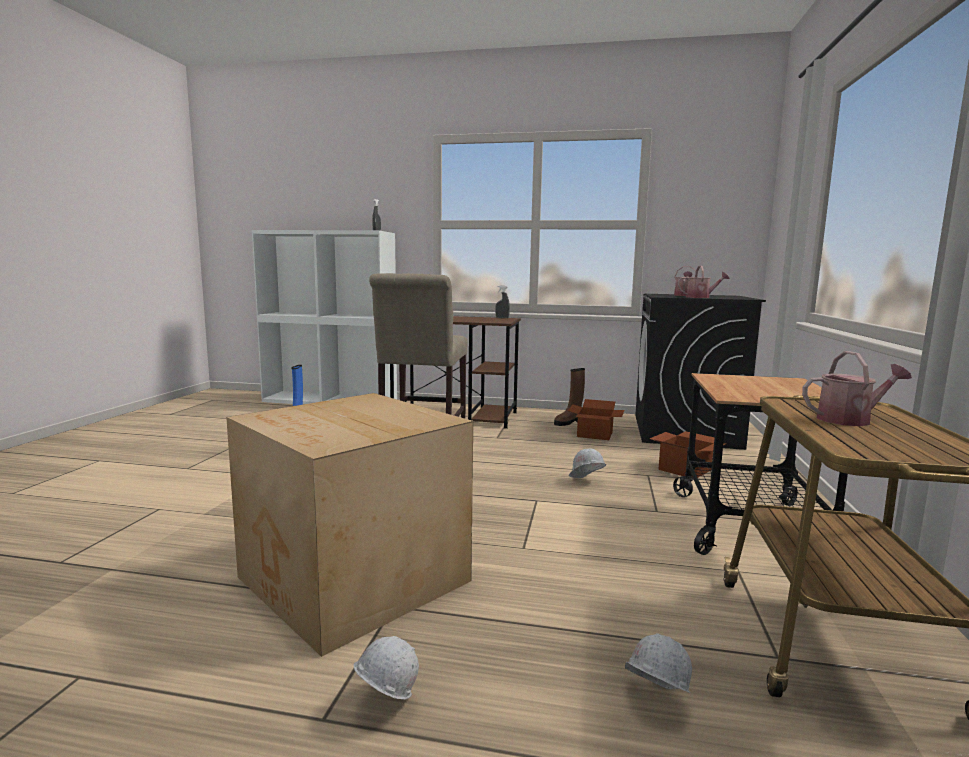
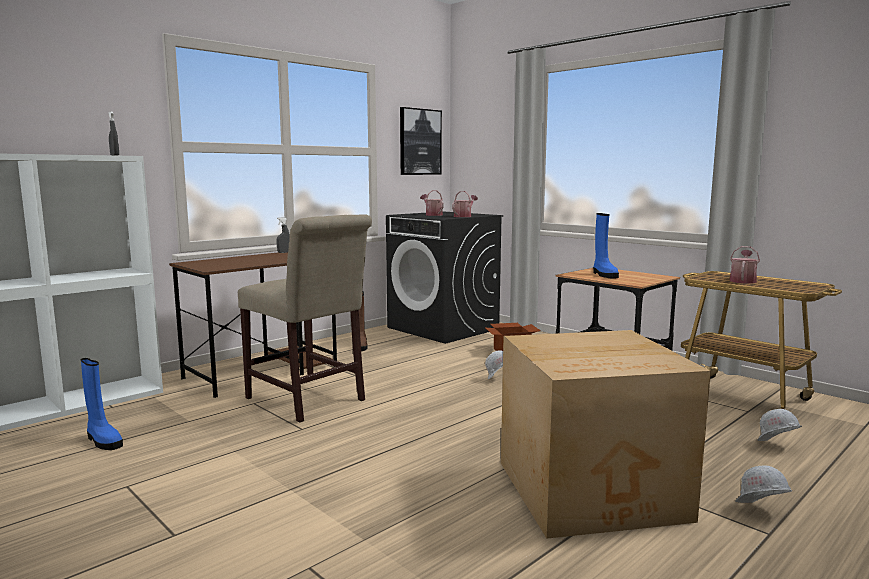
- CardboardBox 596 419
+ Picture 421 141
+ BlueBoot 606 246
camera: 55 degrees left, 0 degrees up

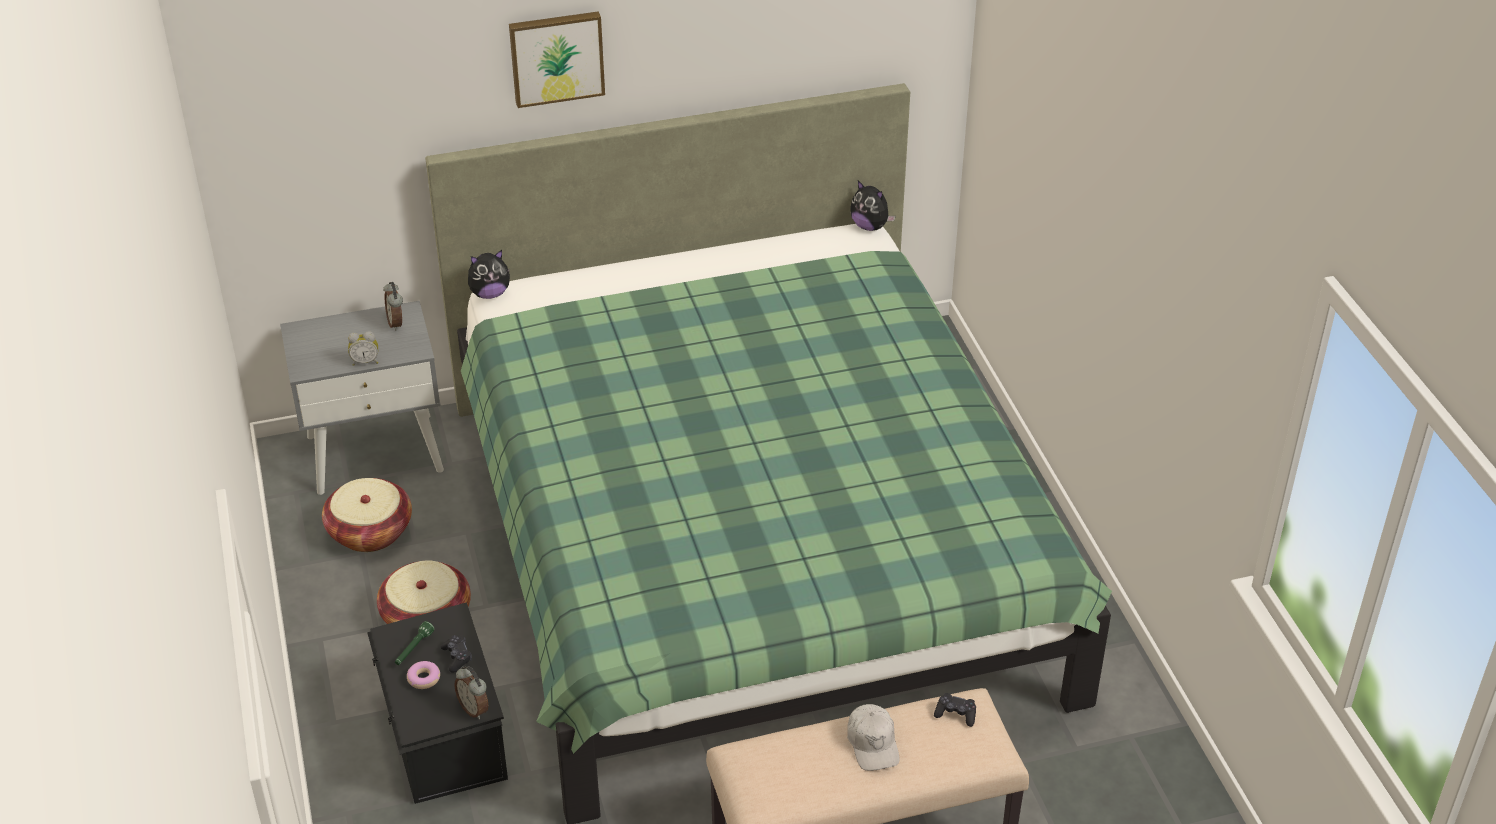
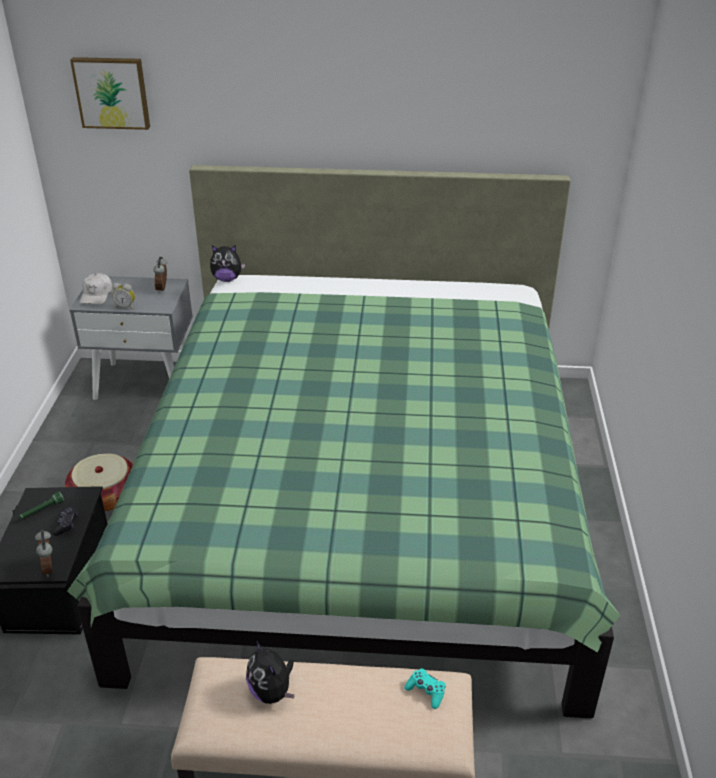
- Basket 367 515
- Donut 423 675
~ Picture 557 59 to 110 93
~ WhiteCap 873 737 to 96 289
~ PlushToy 873 206 to 270 672
~ BlackGameController 955 710 to TurquoiseGameController 425 688
camera: 20 degrees right, 5 degrees down

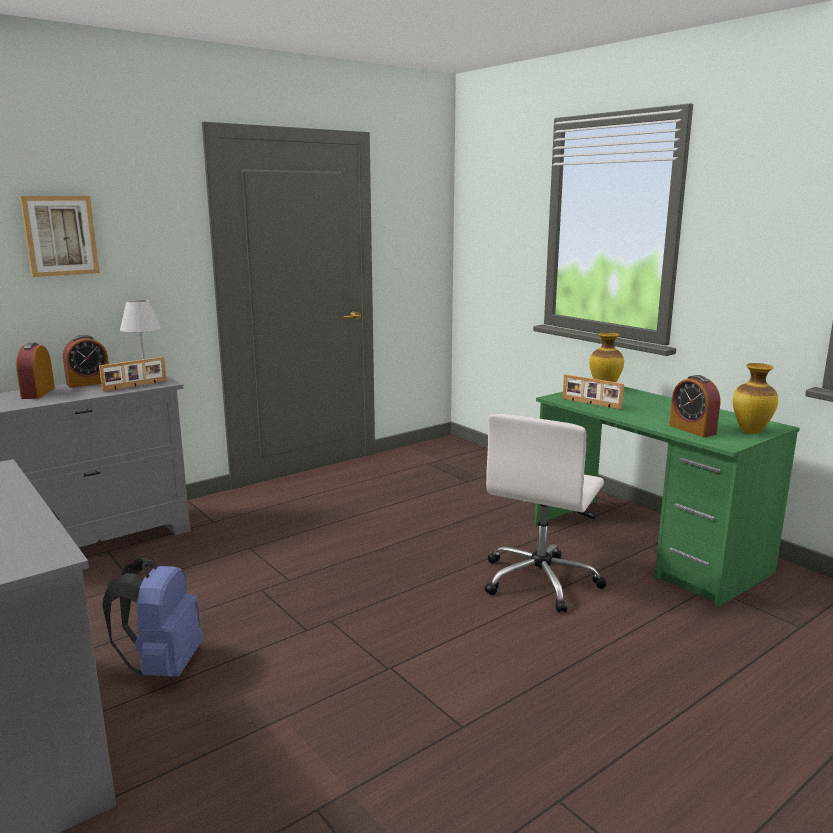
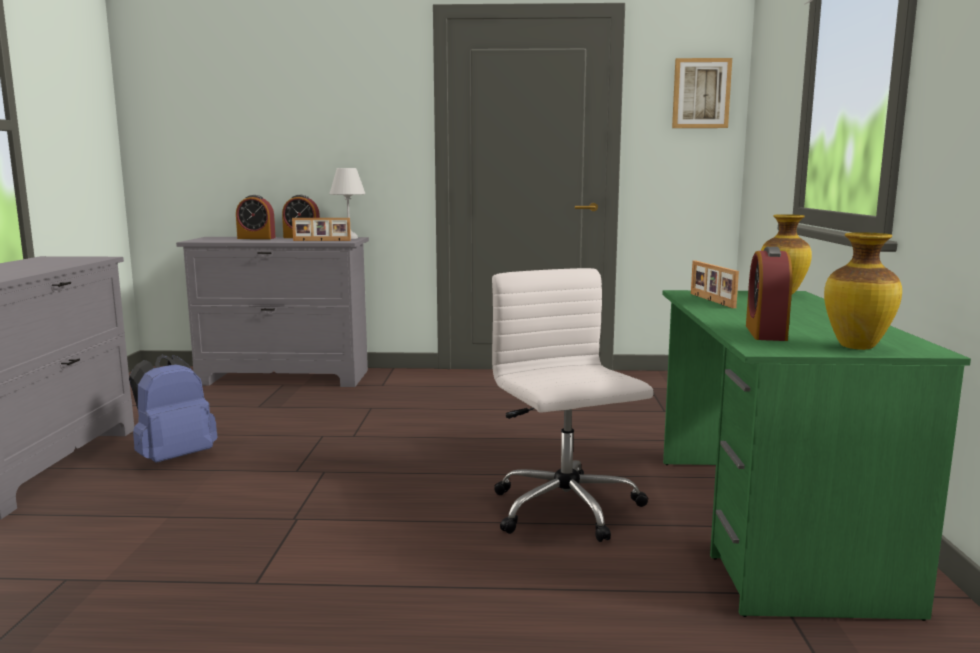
~ AlarmClock 35 371 = 256 217 120 degrees counterclockwise
~ Picture 59 236 to 702 93
~ WhiteOfficeChair 546 513 = 573 405 90 degrees clockwise
camera: 40 degrees right, 5 degrees down

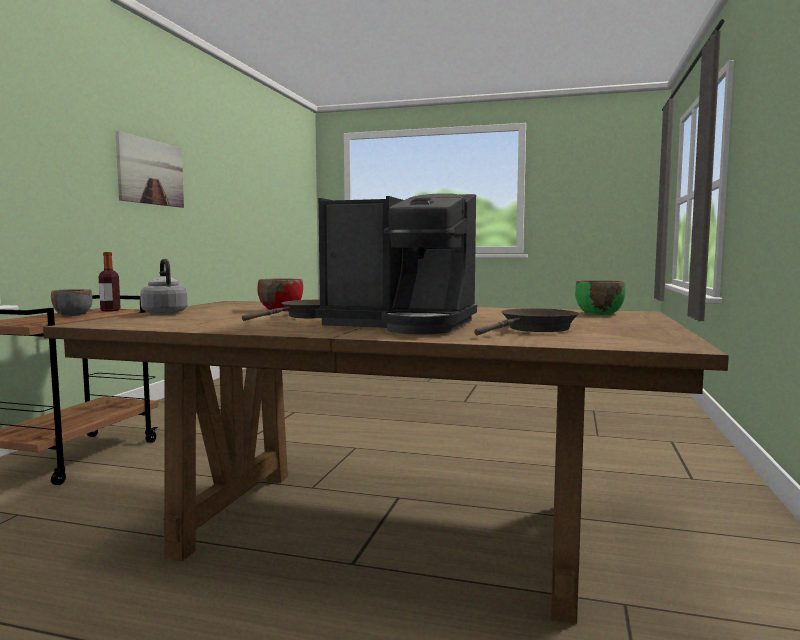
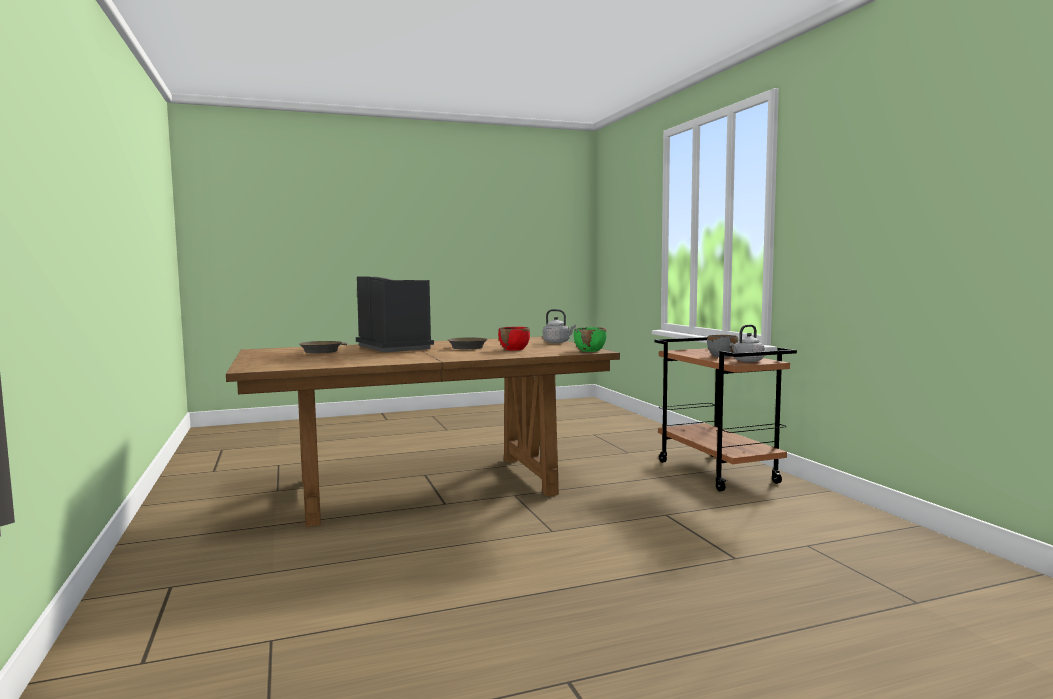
~ Bottle 110 281 to GreyKettle 747 343
- Picture 150 169
~ CoffeeMachine 396 264 = 395 314 75 degrees clockwise
~ GreenBowl 600 297 to 590 339
camera: 145 degrees right, 0 degrees up

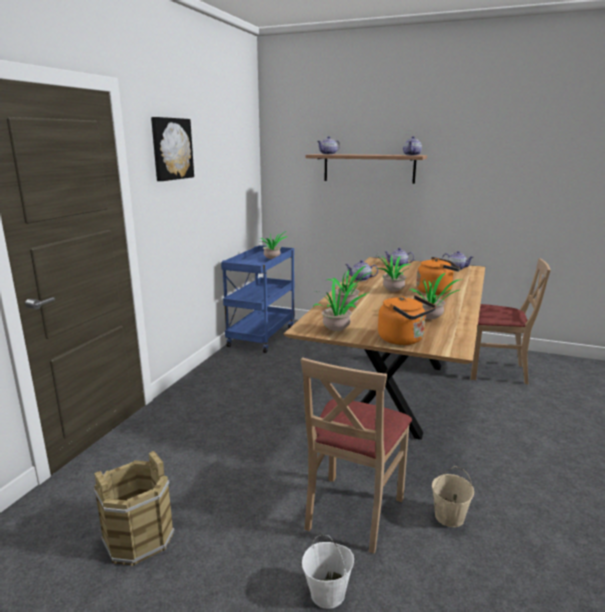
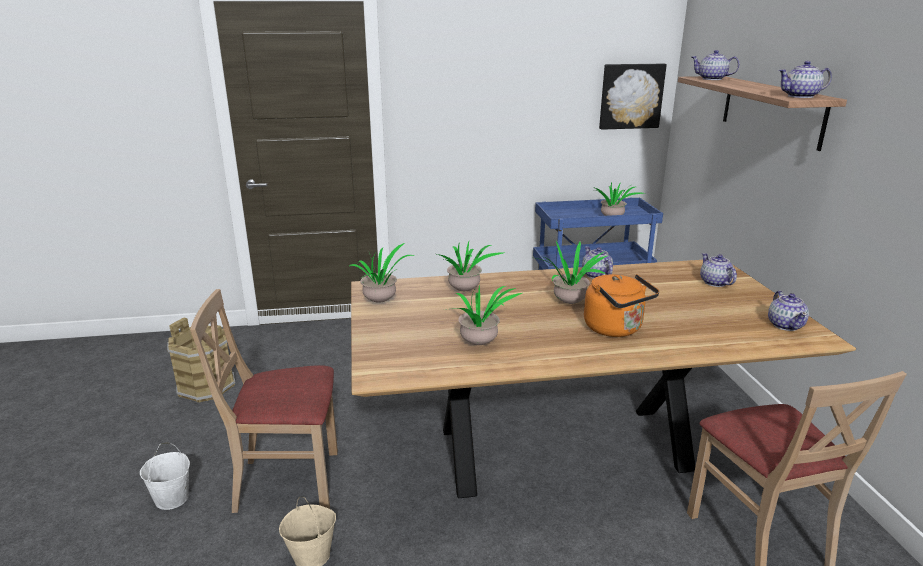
~ Picture 172 149 to 633 97
- OrangeKettle 407 320
camera: 60 degrees right, 5 degrees up

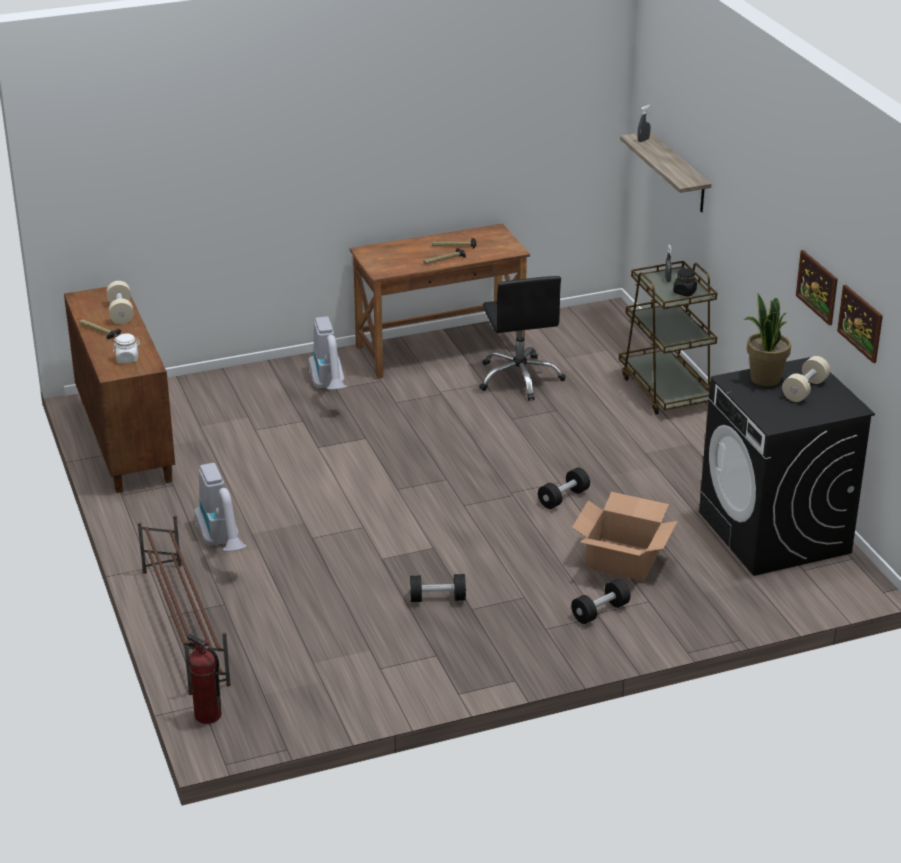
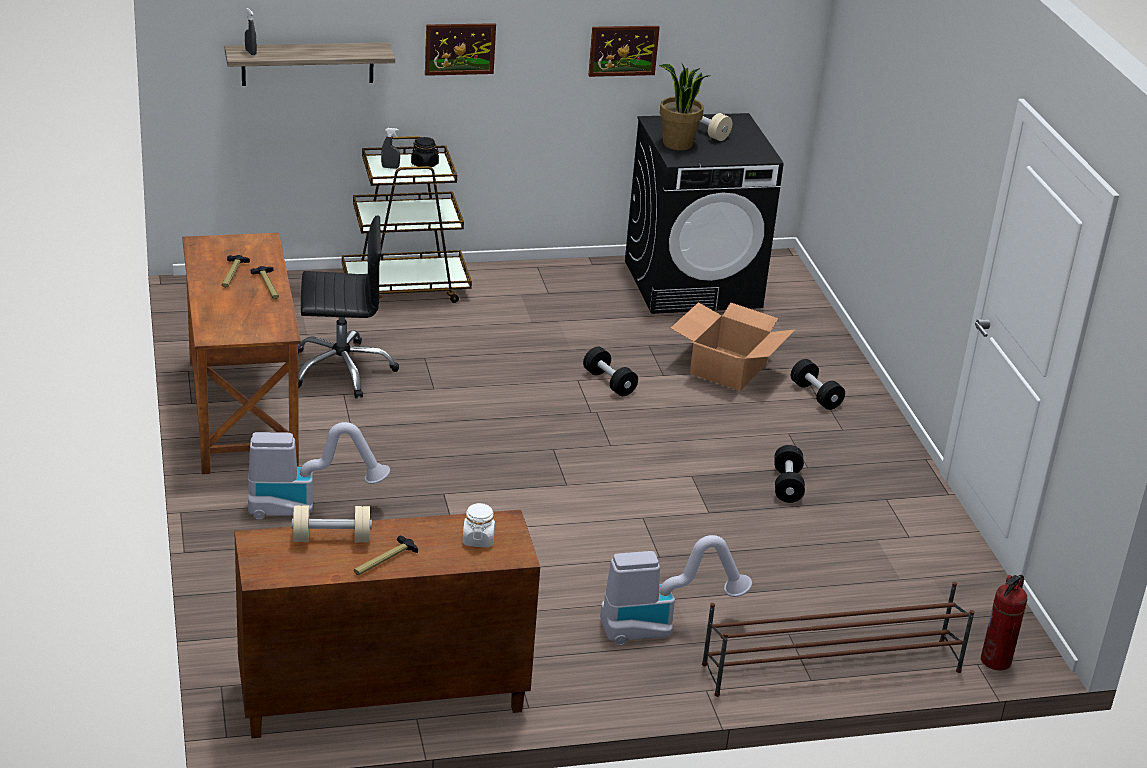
~ Picture 860 323 to 460 49
camera: 85 degrees left, 0 degrees up

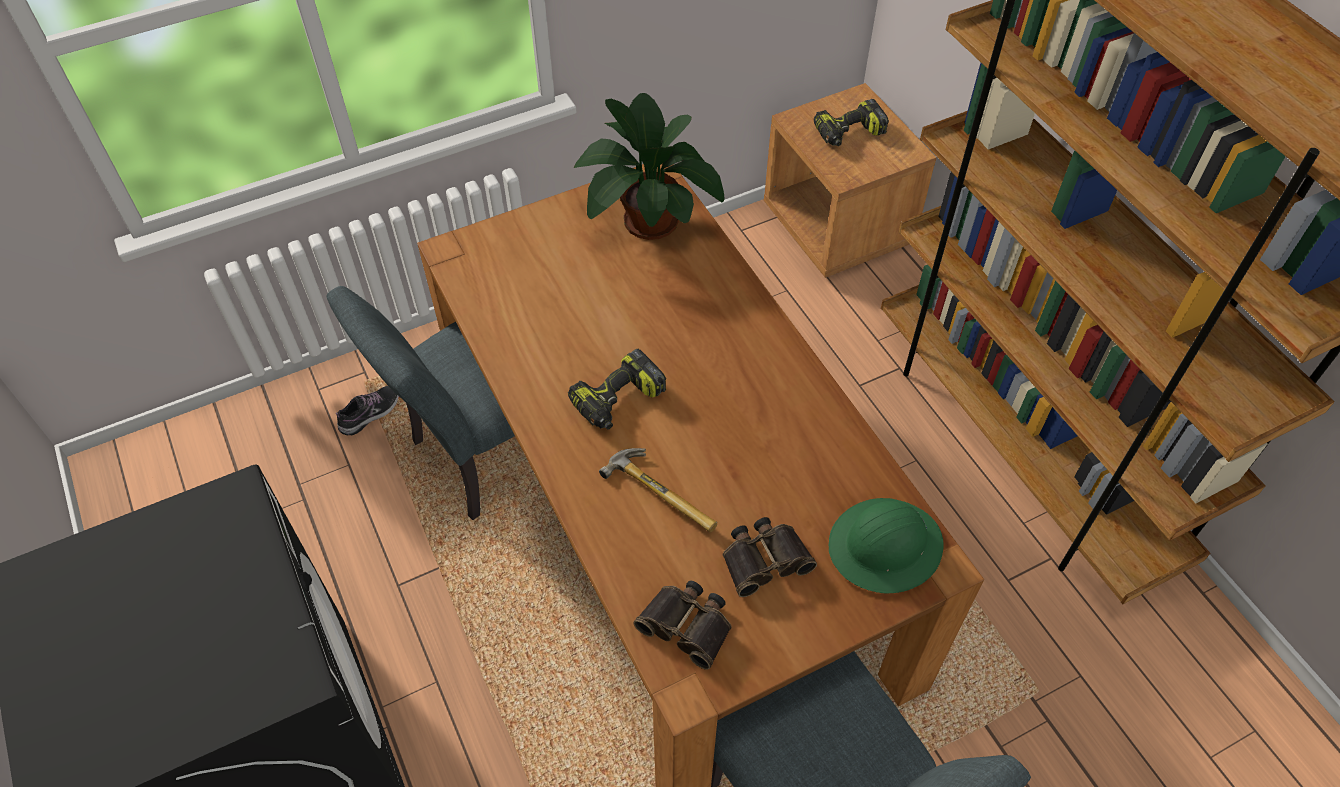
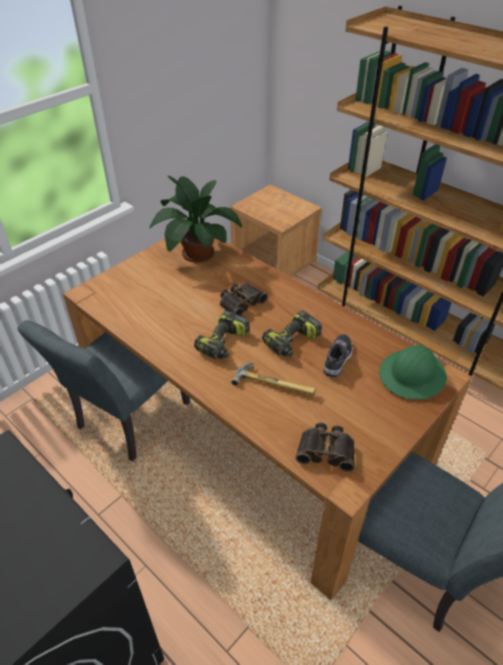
~ Shoe 367 410 to 337 355
~ Binoculars 770 557 to 244 299
~ PowerDrill 851 122 to 292 333
camera: 20 degrees left, 10 degrees down

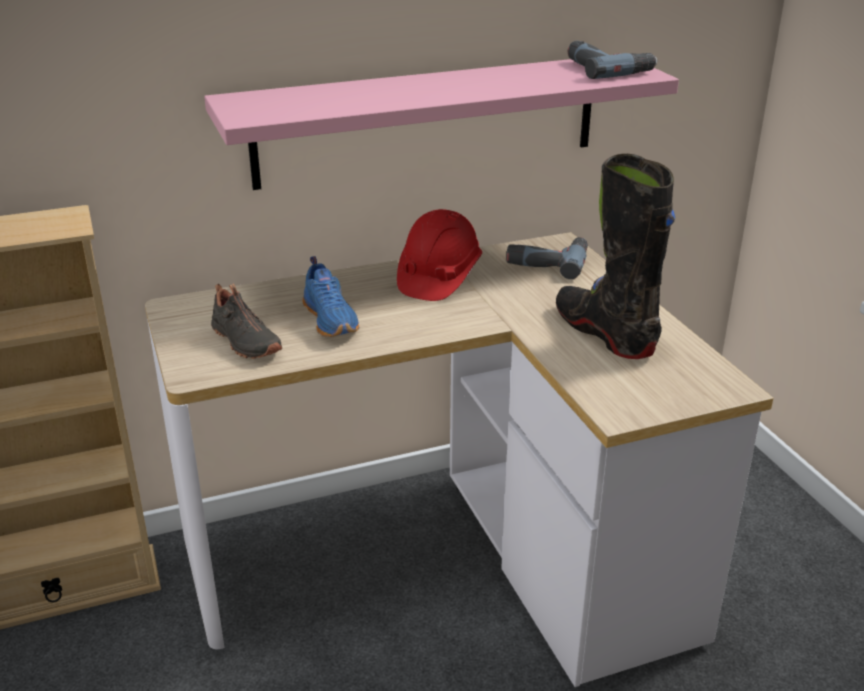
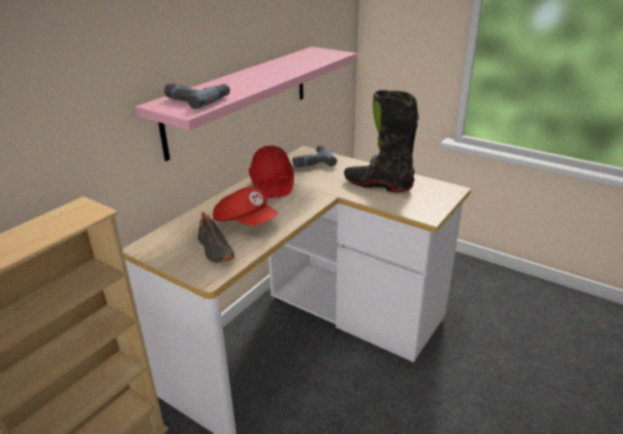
~ BlackShoe 246 321 = 216 237 45 degrees clockwise
~ BlueShoe 331 296 to RedCap 245 206
~ PowerDrill 613 60 to 197 96
camera: 35 degrees left, 0 degrees up

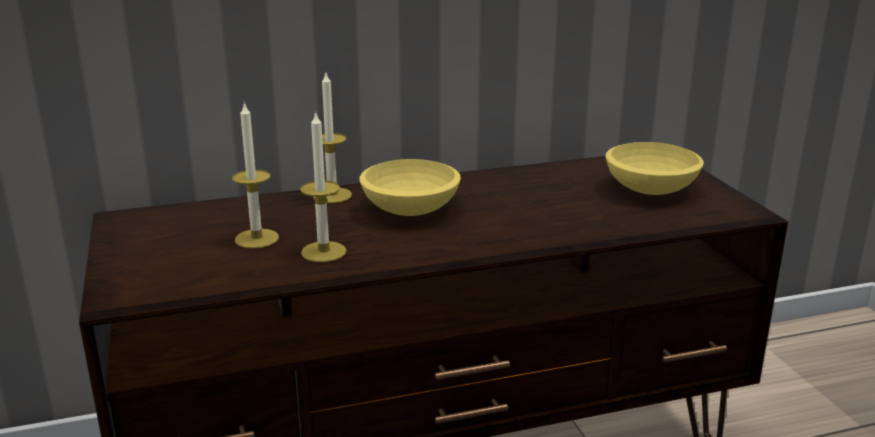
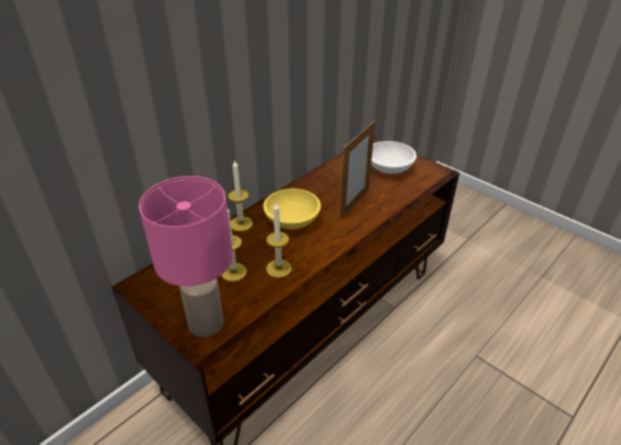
~ YellowBowl 655 168 to WhiteBowl 394 157
+ PinkTableLamp 186 256
+ PictureFrame 357 169
camera: 30 degrees left, 15 degrees up

